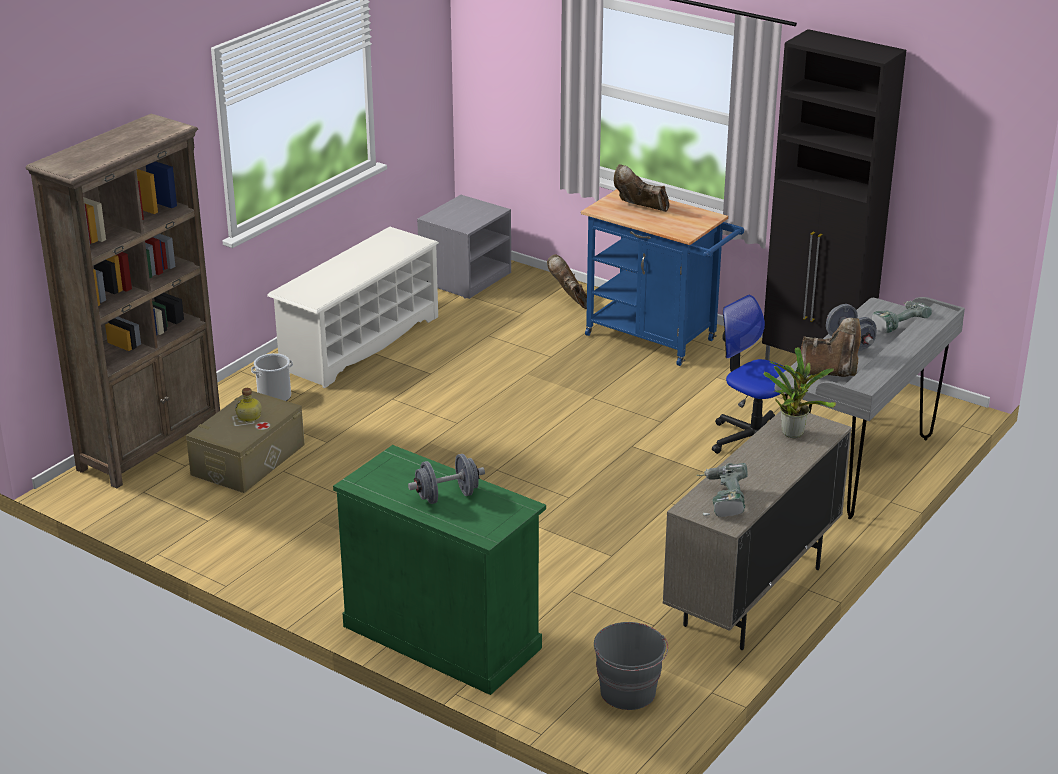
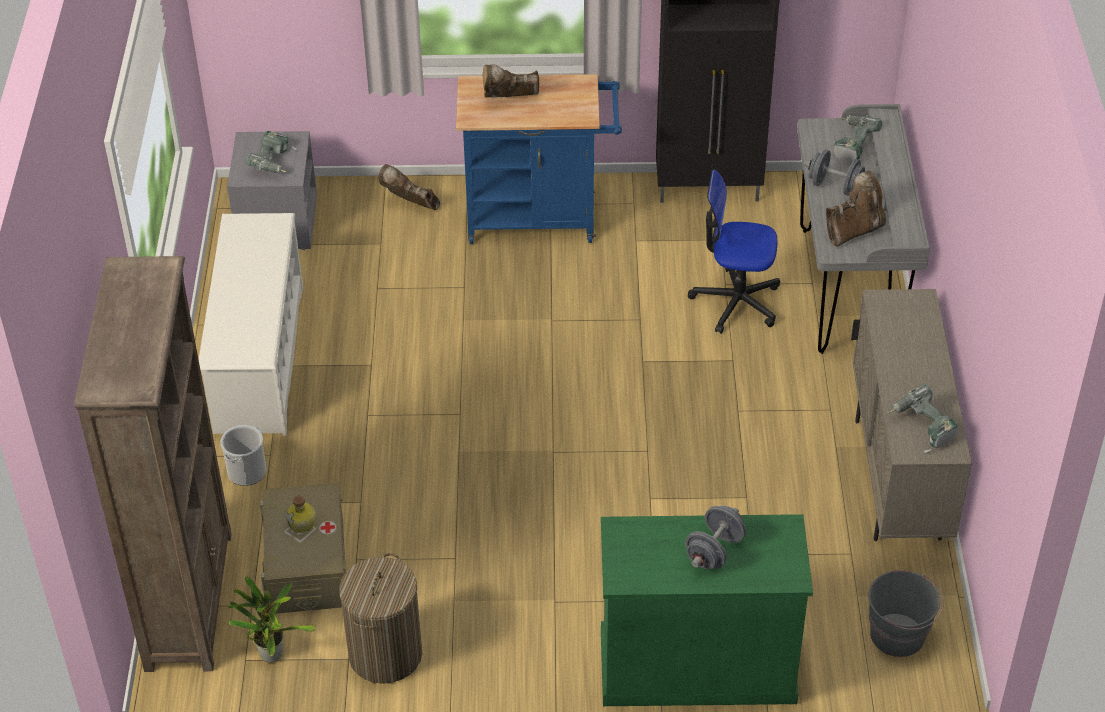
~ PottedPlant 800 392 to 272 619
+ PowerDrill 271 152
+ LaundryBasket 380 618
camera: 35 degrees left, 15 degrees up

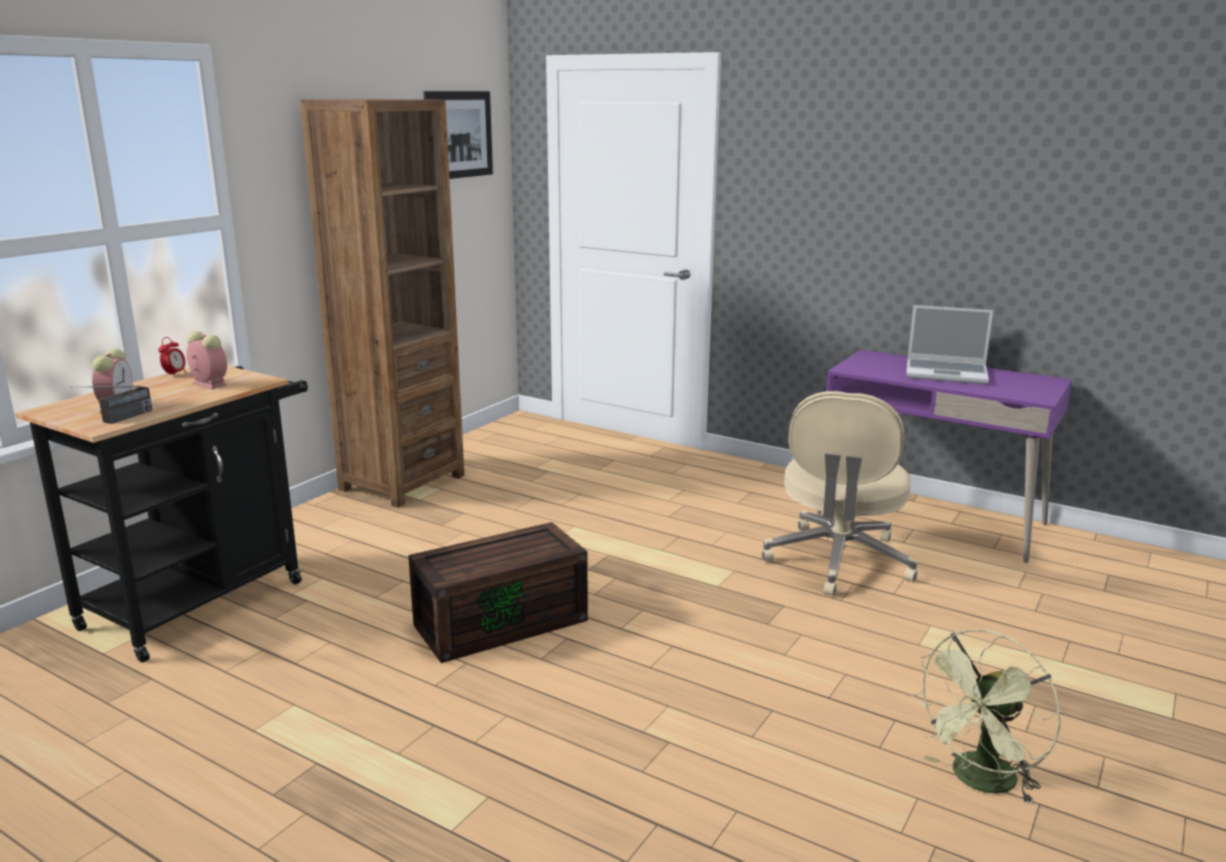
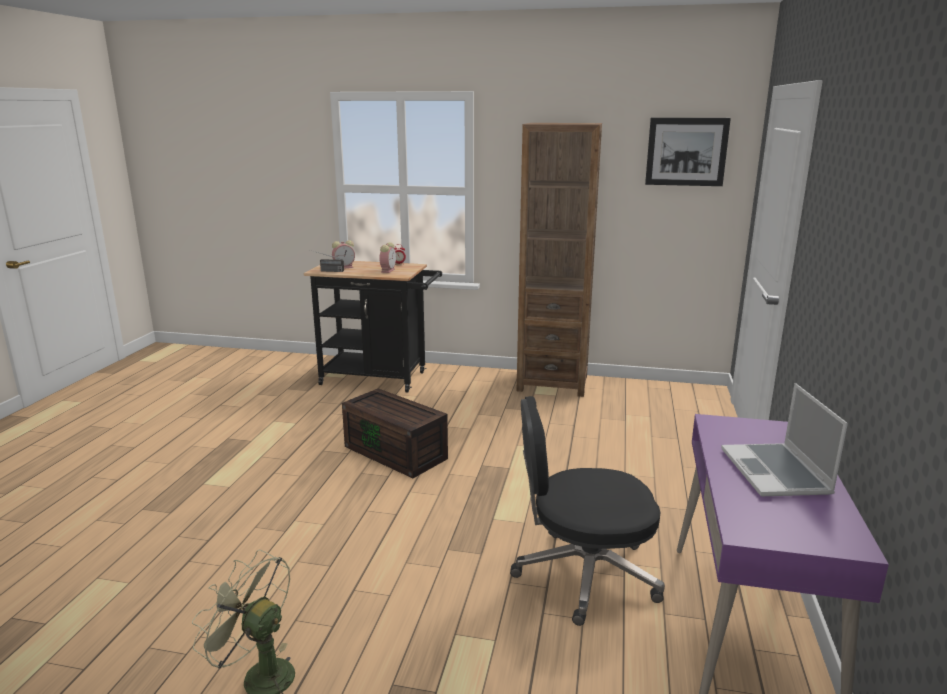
~ BeigeOfficeChair 840 493 to BlackOfficeChair 587 511
camera: 70 degrees right, 0 degrees up

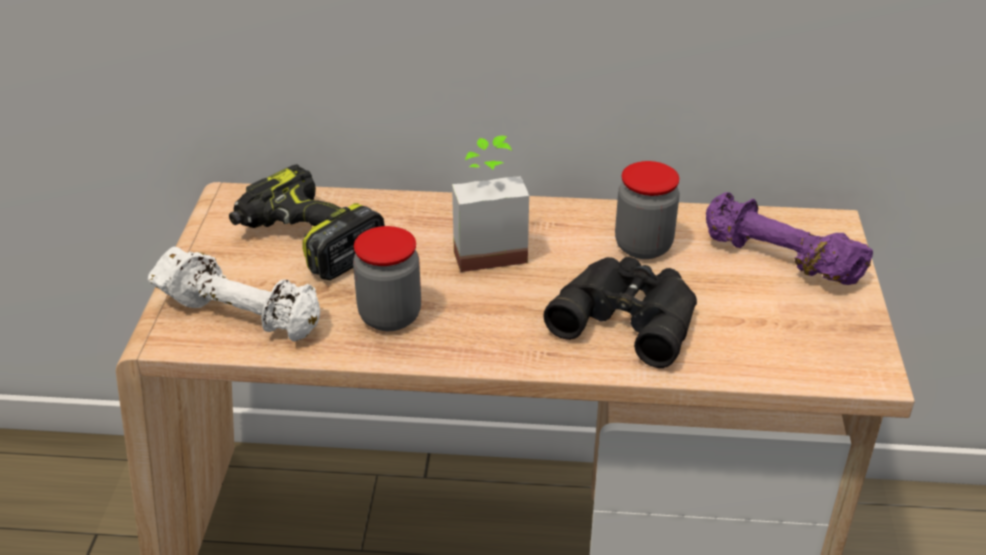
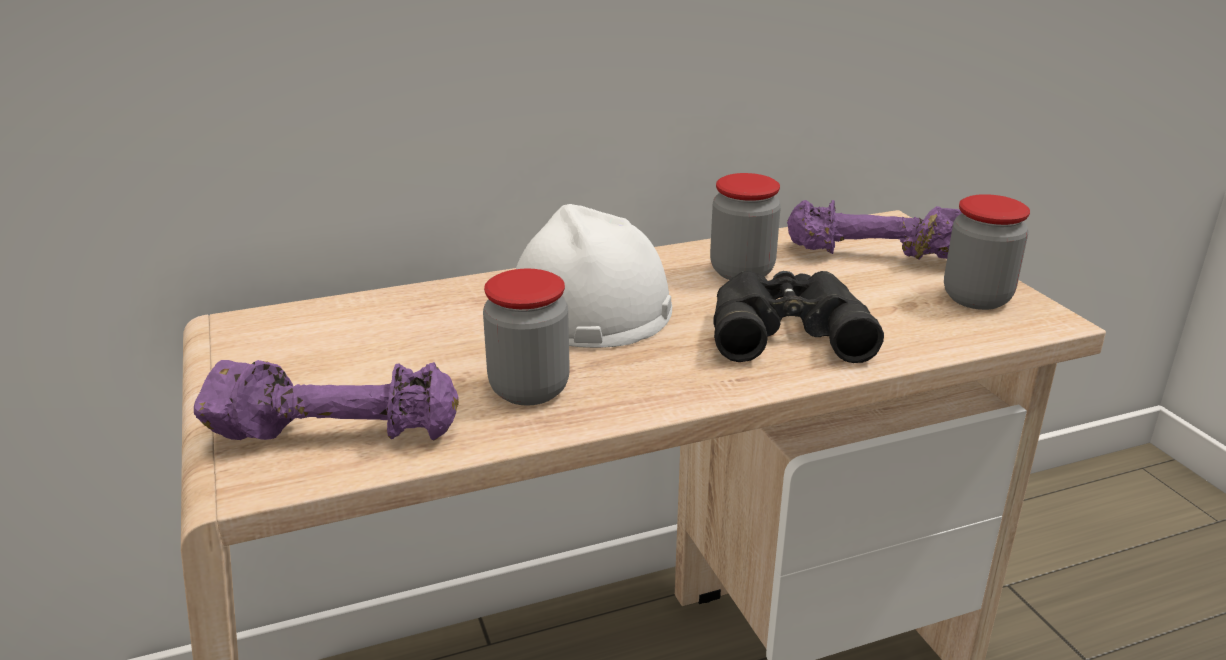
~ WhiteDumbbell 234 294 to PurpleDumbbell 326 400
- PowerDrill 307 222
~ PottedPlant 490 203 to WhiteHardHat 594 276
+ Jar 987 252
camera: 25 degrees left, 10 degrees down

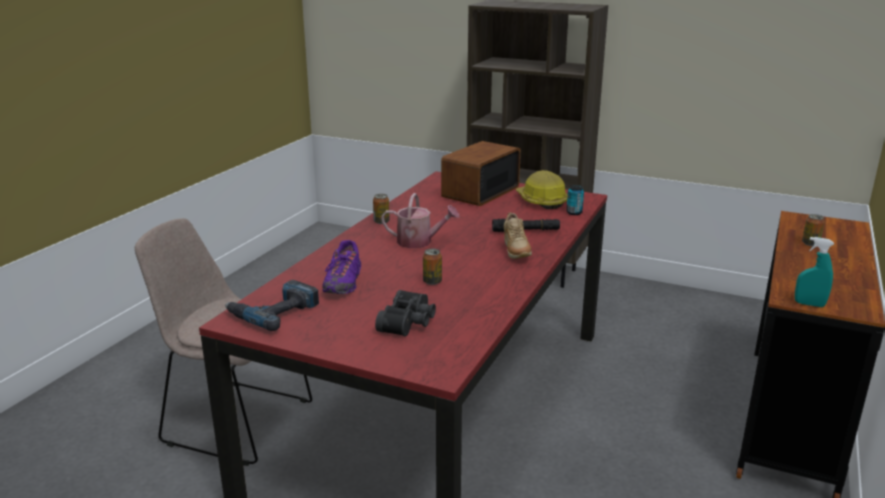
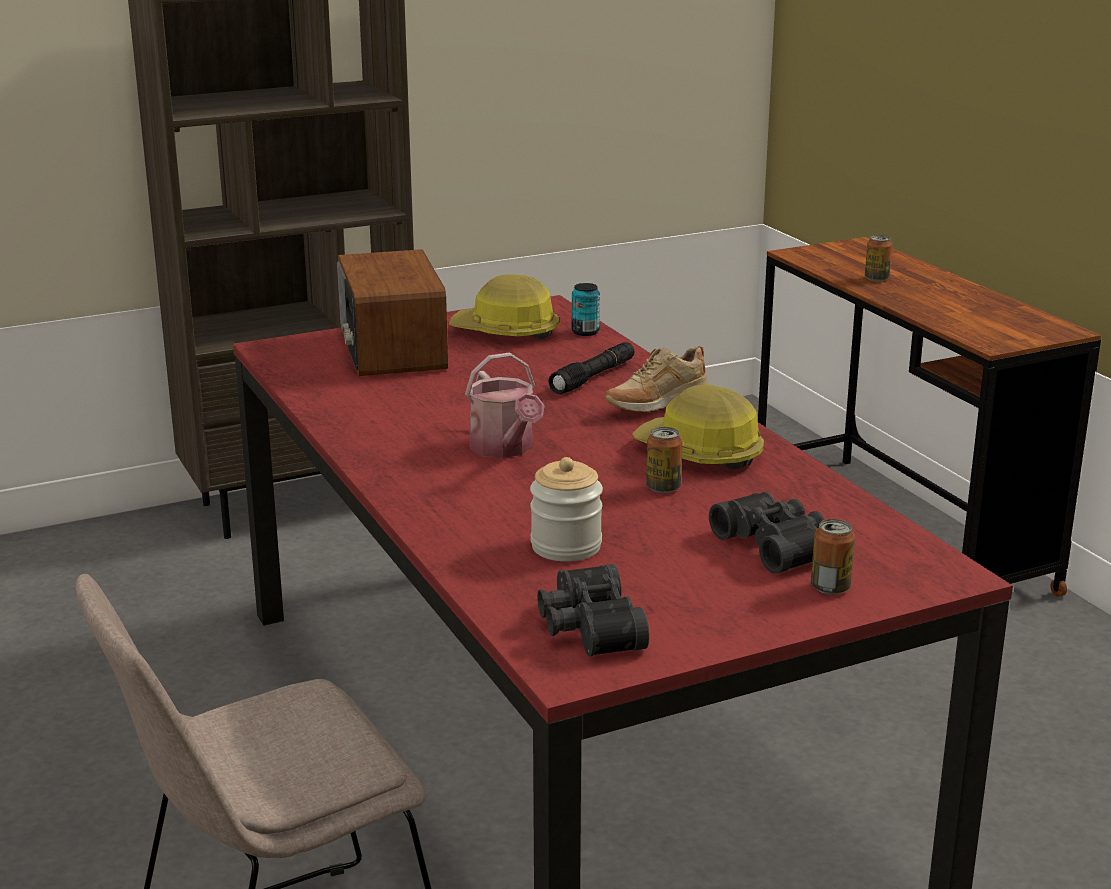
~ PowerDrill 272 305 to BlackBinoculars 593 610
~ PurpleShoe 341 267 to Jar 566 509
~ Can 381 209 to 833 557
~ WateringCan 420 220 = 505 405 105 degrees clockwise
~ BeigeShoe 518 235 = 656 379 120 degrees clockwise
- TurquoiseSprayBottle 814 272
+ HardHat 698 427
camera: 50 degrees left, 0 degrees up

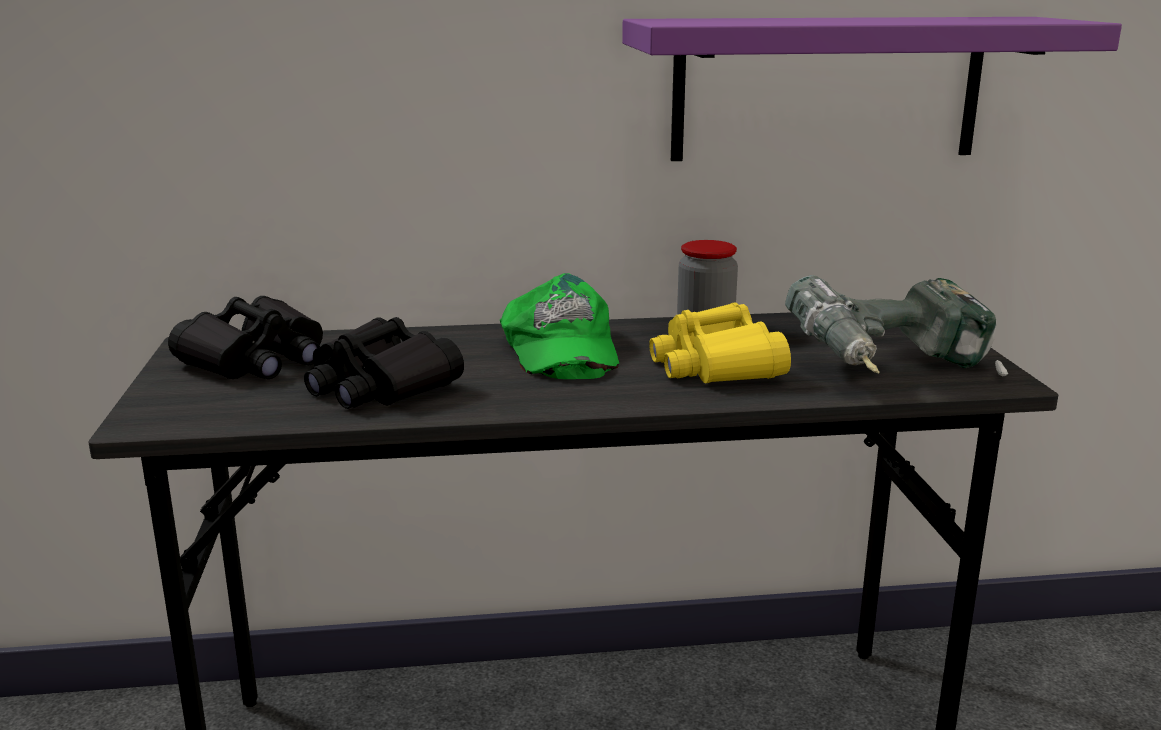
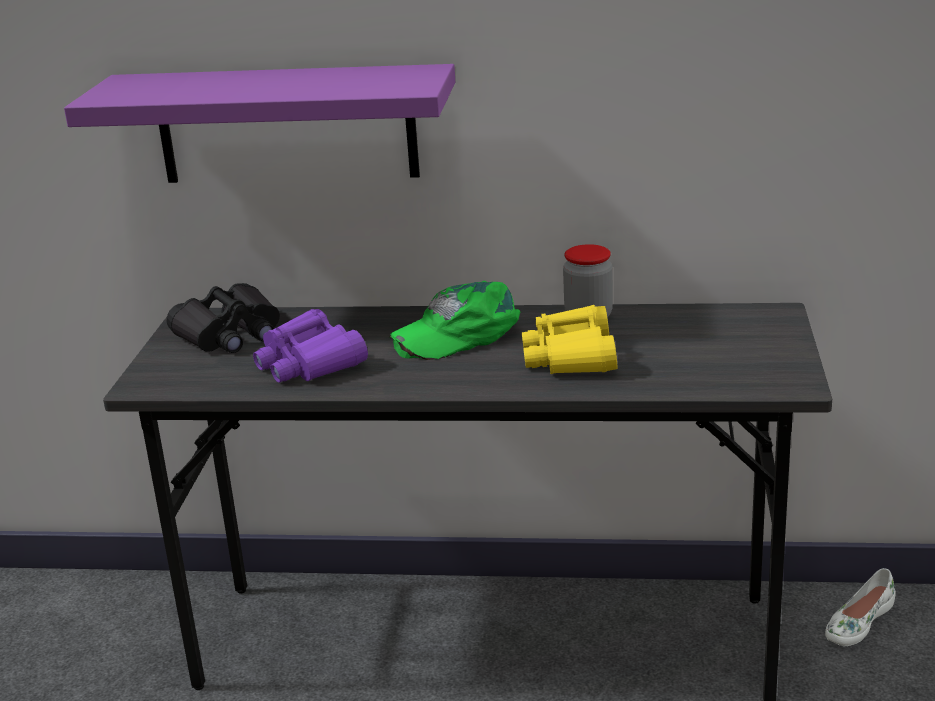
~ BlackBinoculars 384 363 to PurpleBinoculars 310 346
~ GreenCap 559 326 = 454 320 60 degrees clockwise
~ PurpleShelf 872 89 to 259 123
- PowerDrill 896 325
+ WhiteShoe 860 607
camera: 15 degrees right, 5 degrees up

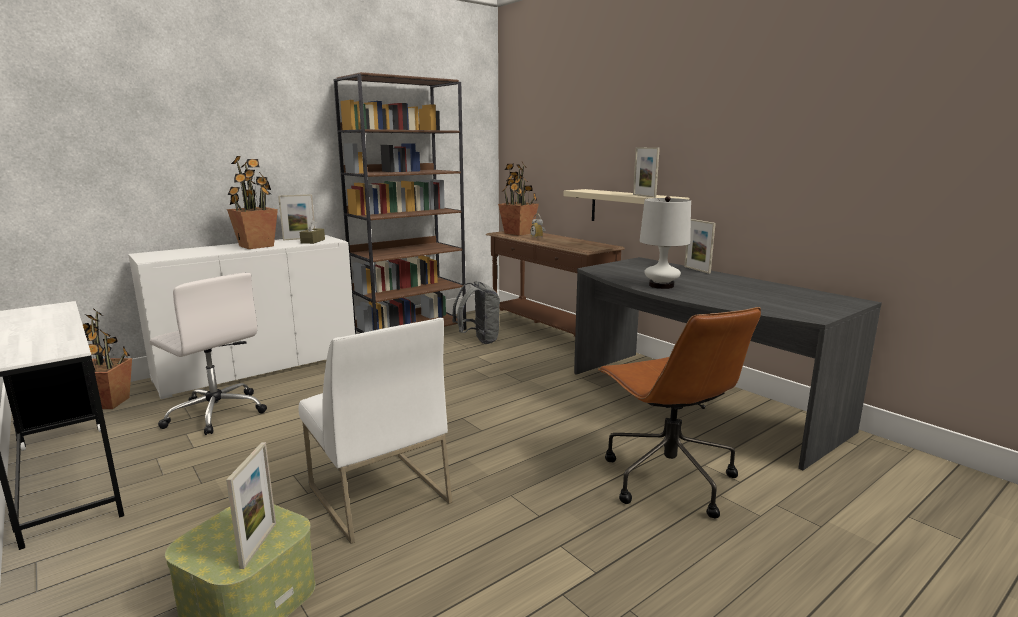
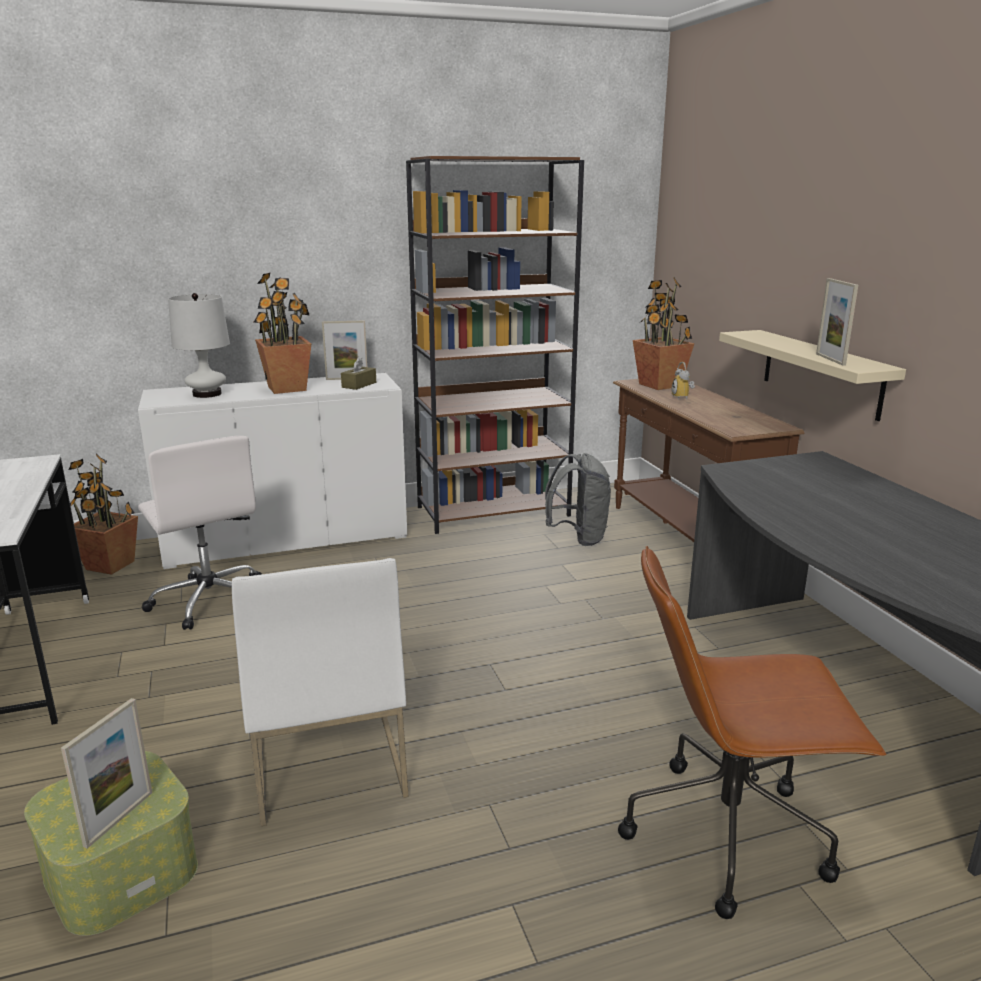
~ BrownOfficeChair 679 413 = 752 732 90 degrees clockwise
~ WhiteTableLamp 665 242 to 199 345
- PictureFrame 700 246
camera: 20 degrees right, 5 degrees up

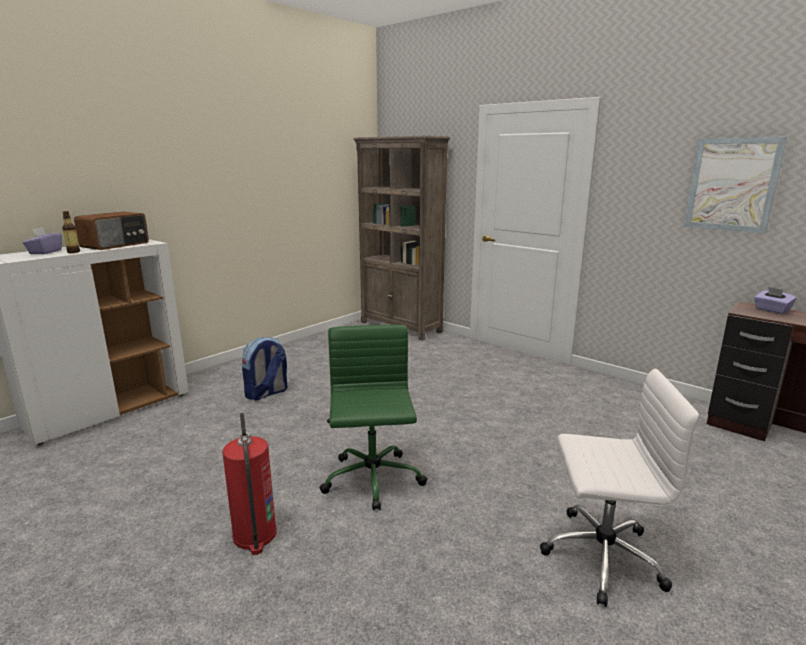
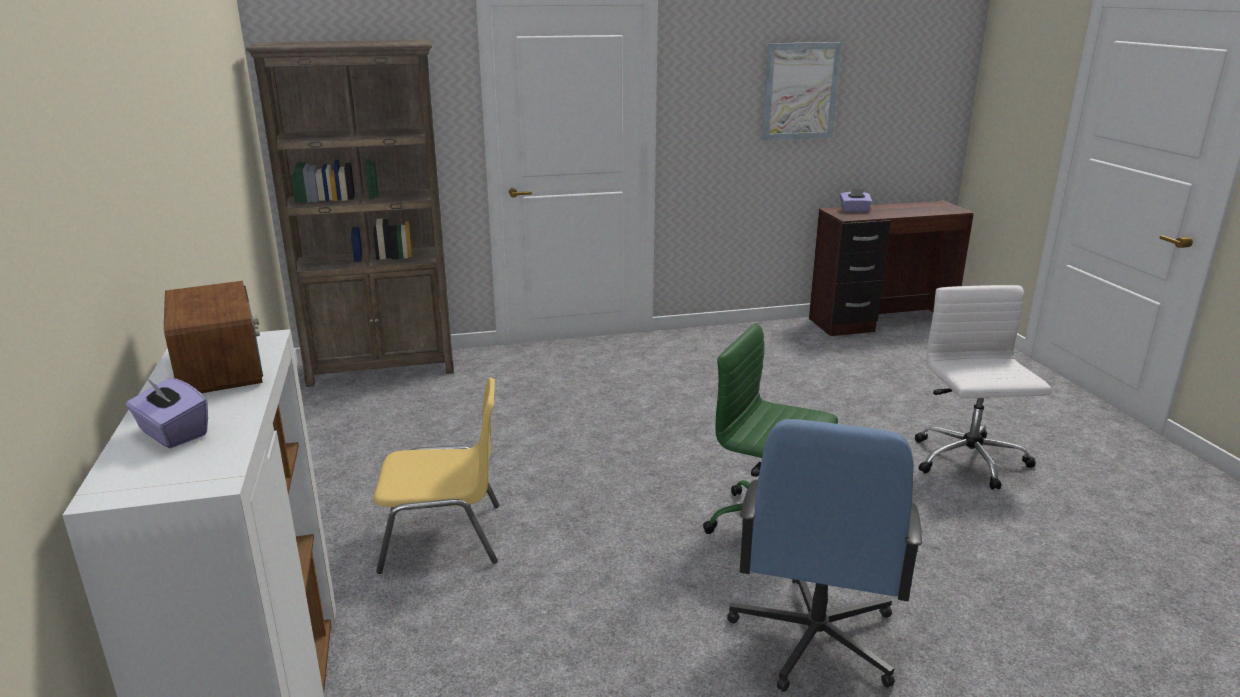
- Bottle 71 232
~ FireExtinguisher 249 484 to BlueOfficeChair 824 555
~ Backpack 265 368 to YellowChair 436 476
~ WhiteOfficeChair 619 488 = 983 387 45 degrees counterclockwise
camera: 55 degrees left, 5 degrees up

